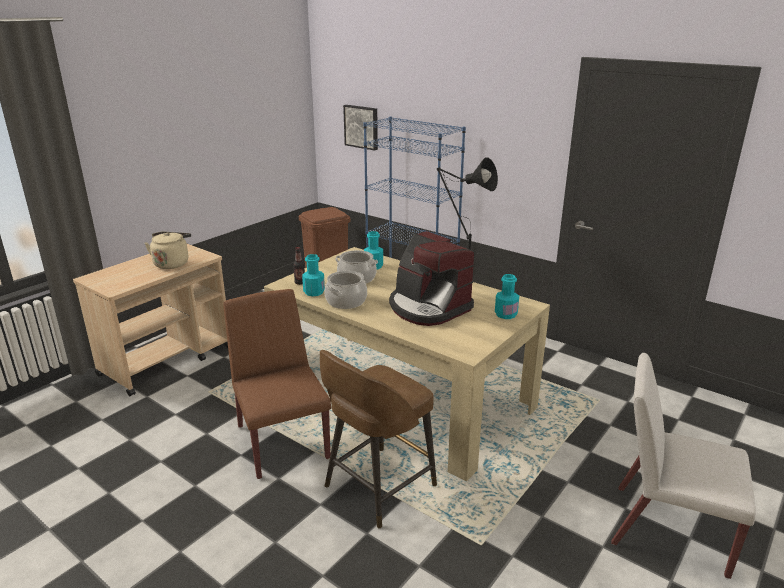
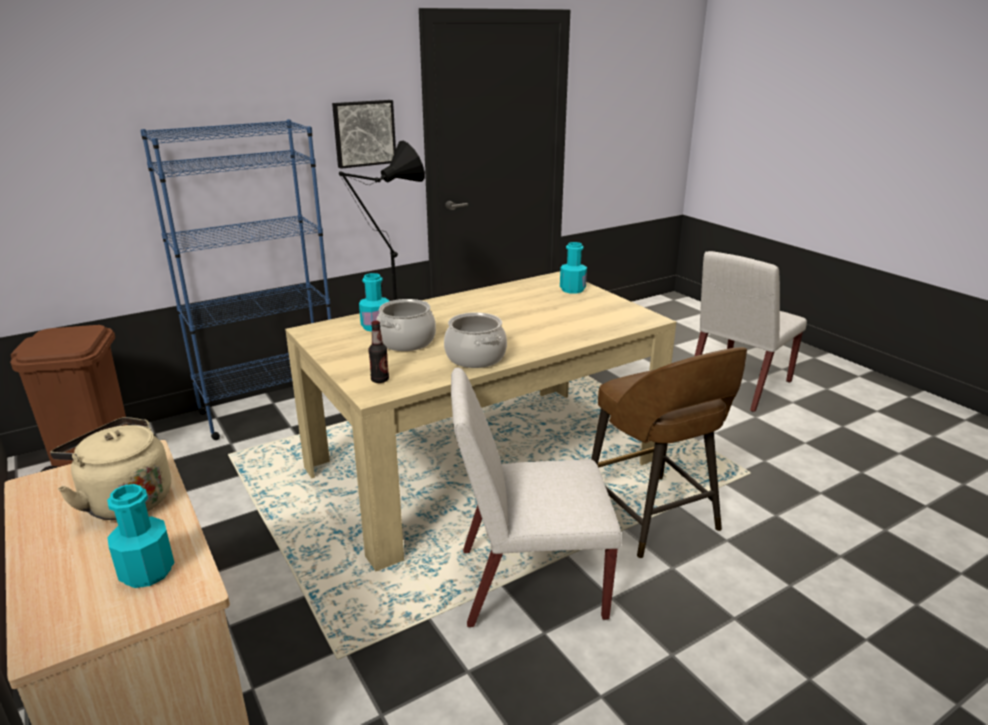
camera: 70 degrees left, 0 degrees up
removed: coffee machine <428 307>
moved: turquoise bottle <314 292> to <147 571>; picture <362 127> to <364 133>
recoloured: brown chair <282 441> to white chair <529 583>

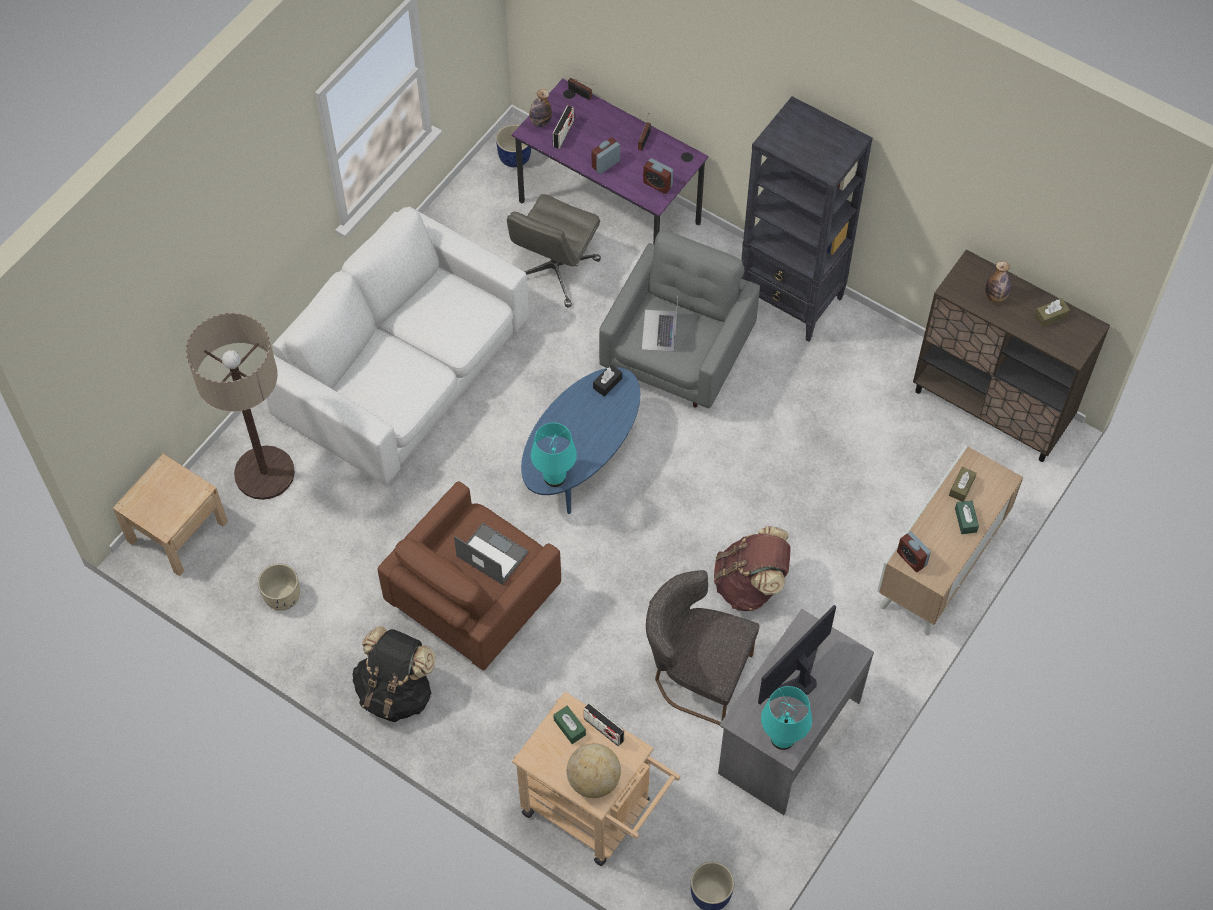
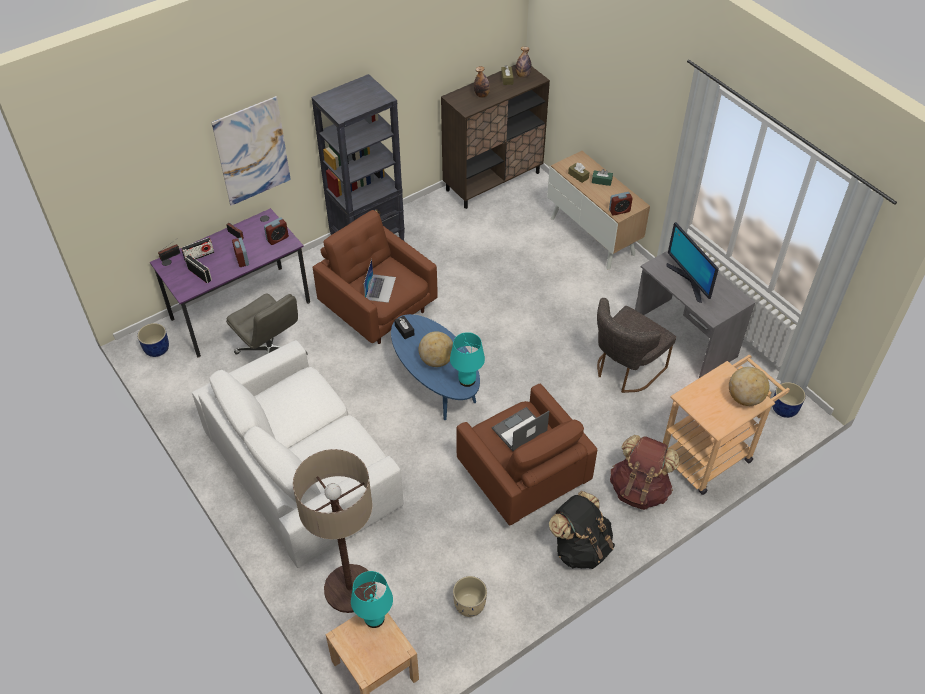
camera: 70 degrees left, 10 degrees down
removed: green tissue box <569 727>
added: picture <252 151>; globe <436 360>
moved: bottle <540 122> to <523 75>; radio <604 729> to <199 256>; brown backpack <750 585> to <639 489>; turquoise table lamp <782 738> to <374 619>
recoloured: grey armchair <679 354> to brown armchair <378 308>
turned: laptop <659 331> = <380 288> 105 degrees counterclockwise

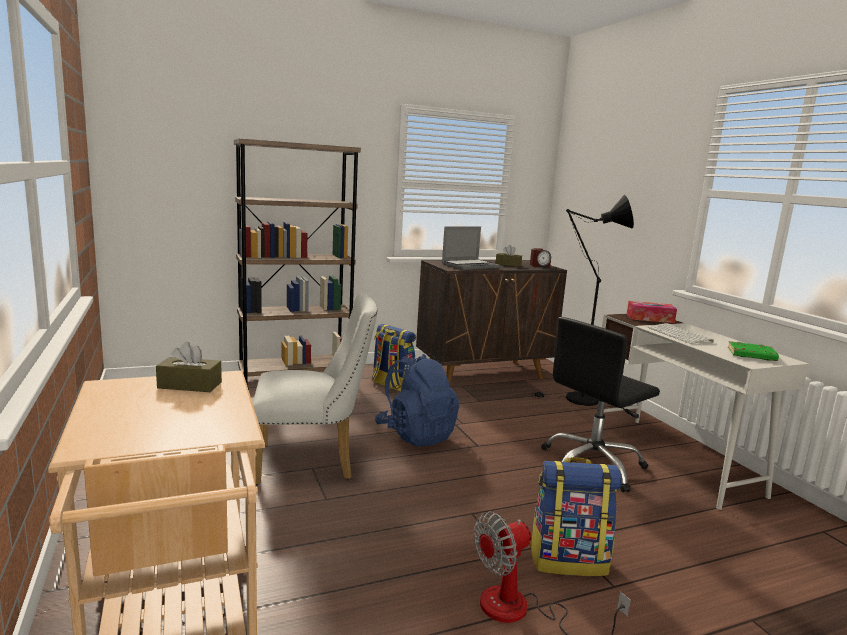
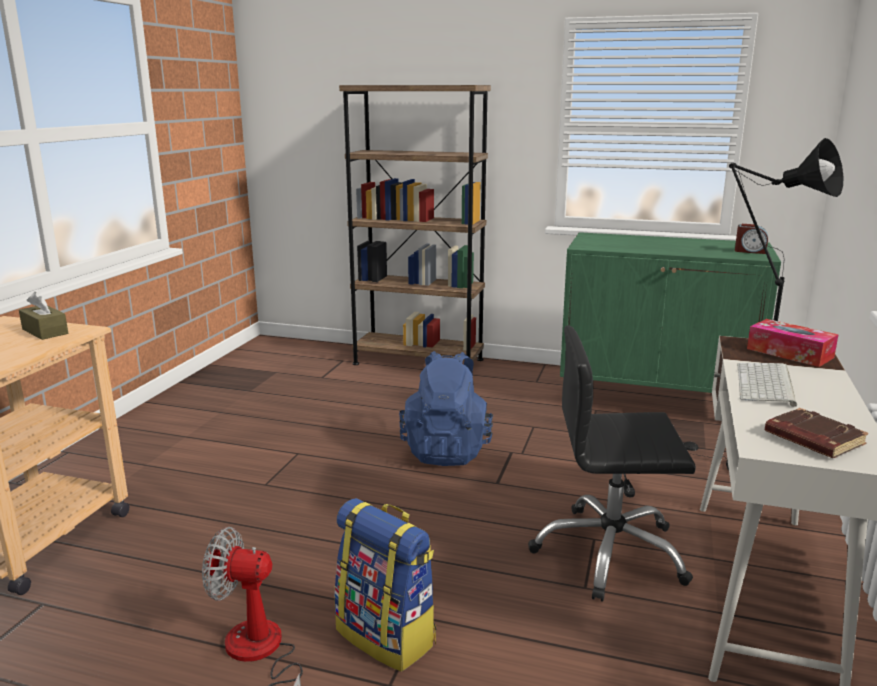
camera: 40 degrees right, 5 degrees up
removed: white chair <313 462>; backpack <392 385>; laptop <470 266>; brown tissue box <508 264>
recoloured: brown cabinet <484 373> to green cabinet <656 402>; green book <751 355> to brown book <812 439>

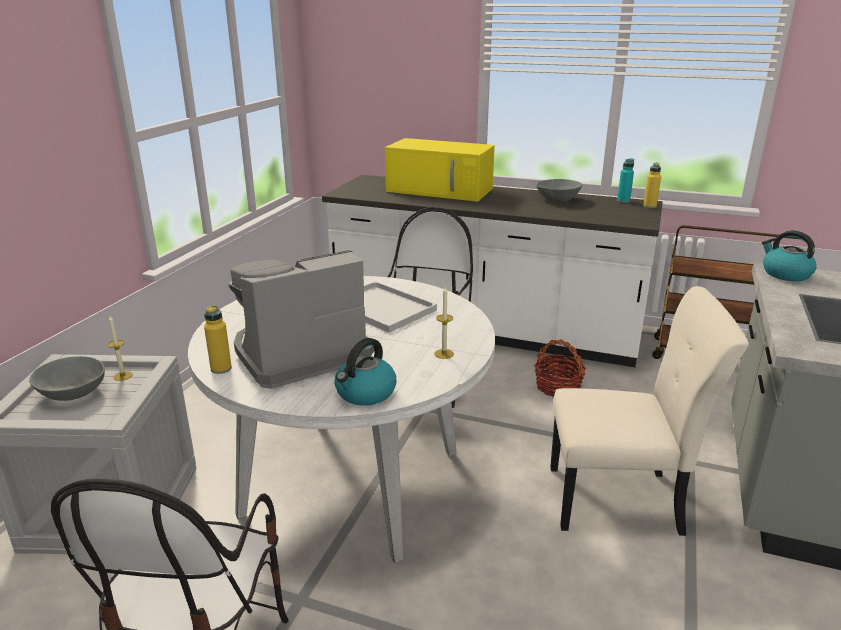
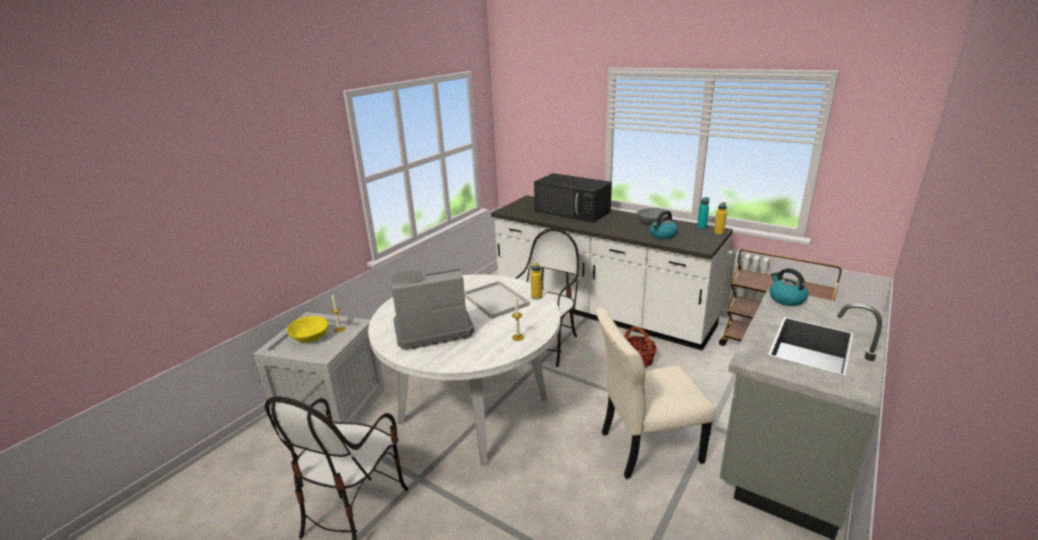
camera: 15 degrees right, 0 degrees up
moved: yellow bottle <221 369> to <536 297>; kettle <365 393> to <662 235>
recoloured: grey bowl <71 393> to yellow bowl <309 338>; yellow microwave <441 190> to black microwave <573 211>
turned: beige chair <620 501> = <646 447> 150 degrees clockwise

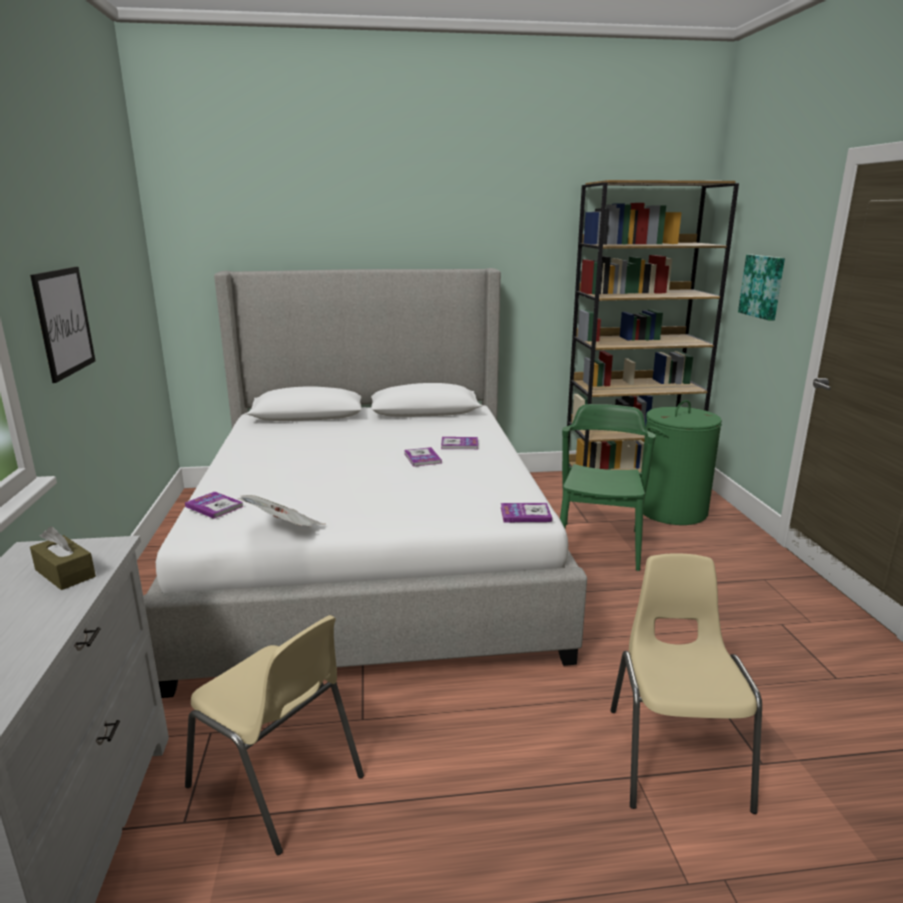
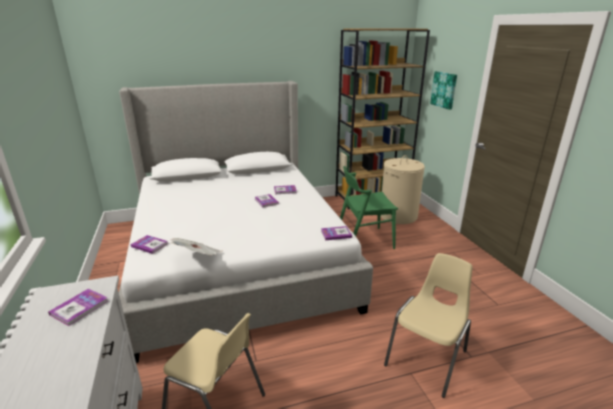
camera: 10 degrees left, 5 degrees up
removed: picture <64 322>
replaced: brown tissue box <65 573> to book <79 308>
recoloured: green laundry basket <671 510> to beige laundry basket <398 215>
turned: green chair <599 545> = <364 240> 105 degrees counterclockwise; beige chair <675 755> = <428 358> 45 degrees clockwise

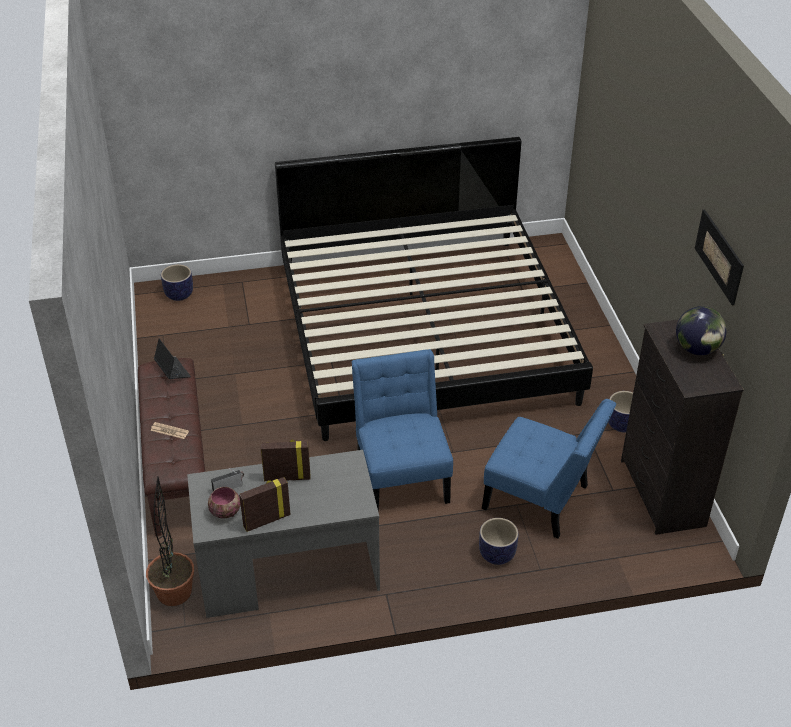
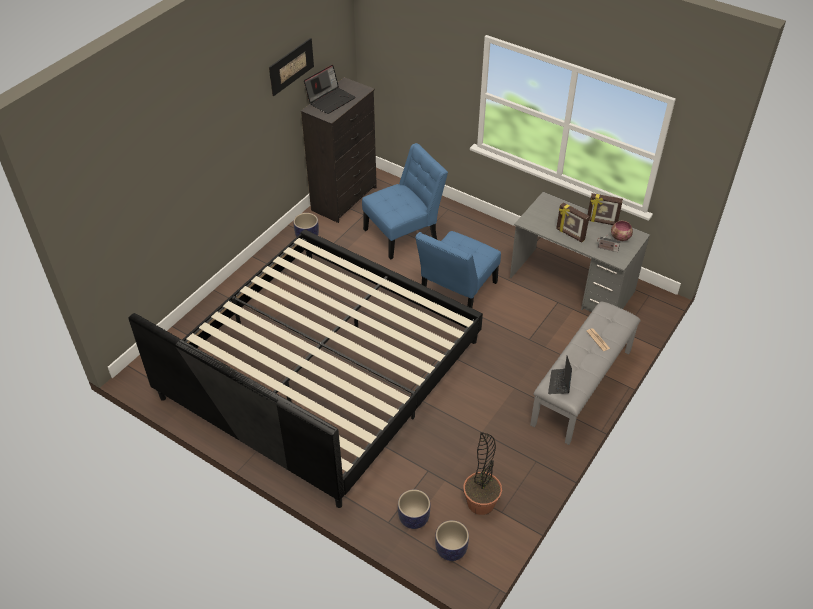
camera: 135 degrees left, 5 degrees up
moved: potted plant <174 592> to <481 503>; planter <496 554> to <414 518>
replaced: globe <697 349> to laptop <331 100>
recoloured: brown bench <176 466> to grey bench <582 387>
turned: blue chair <541 500> = <404 233> 75 degrees clockwise

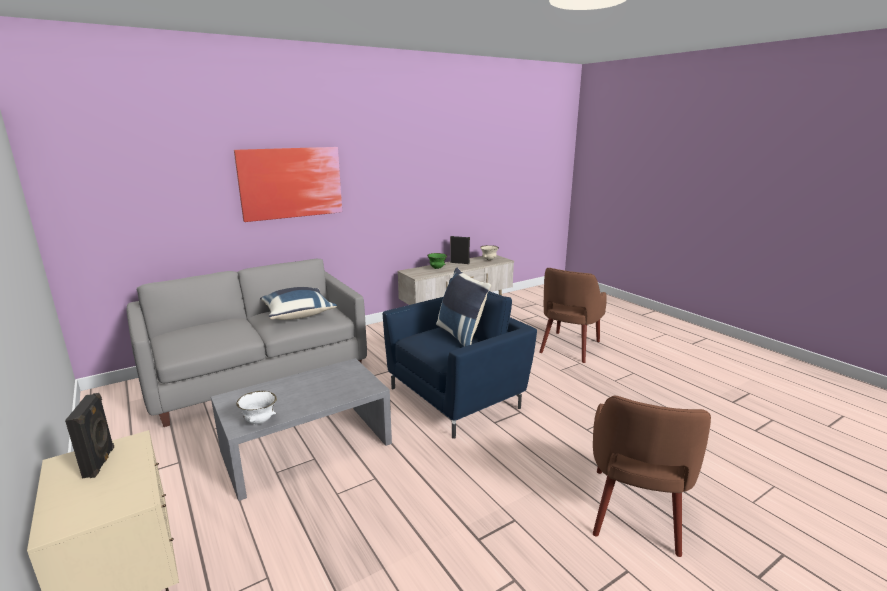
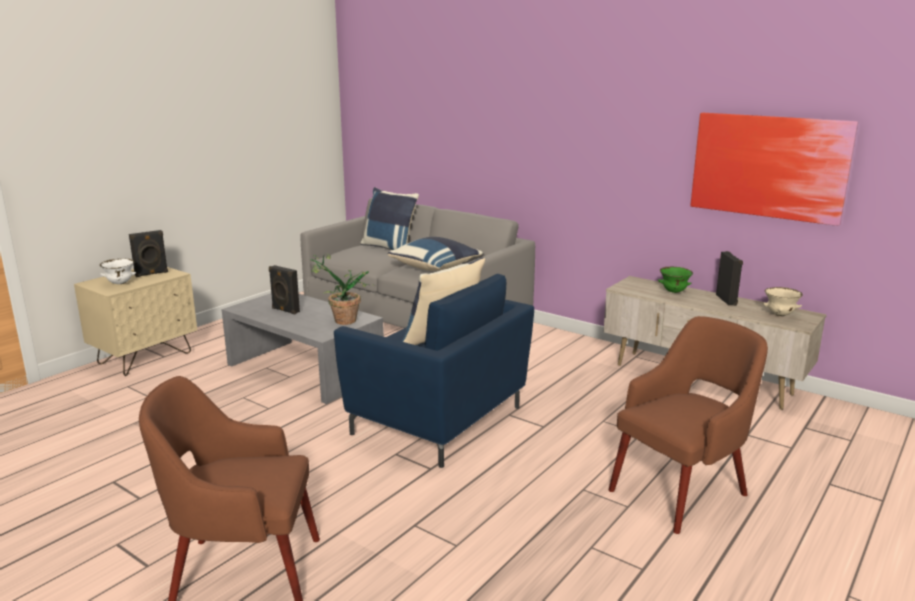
camera: 70 degrees right, 0 degrees up
added: black speaker <285 310>; potted plant <339 320>; blue pillow <390 248>
moved: picture <291 183> to <769 166>; white bowl <259 422> to <120 283>
turned: brown armchair <569 347> = <681 491> 135 degrees clockwise

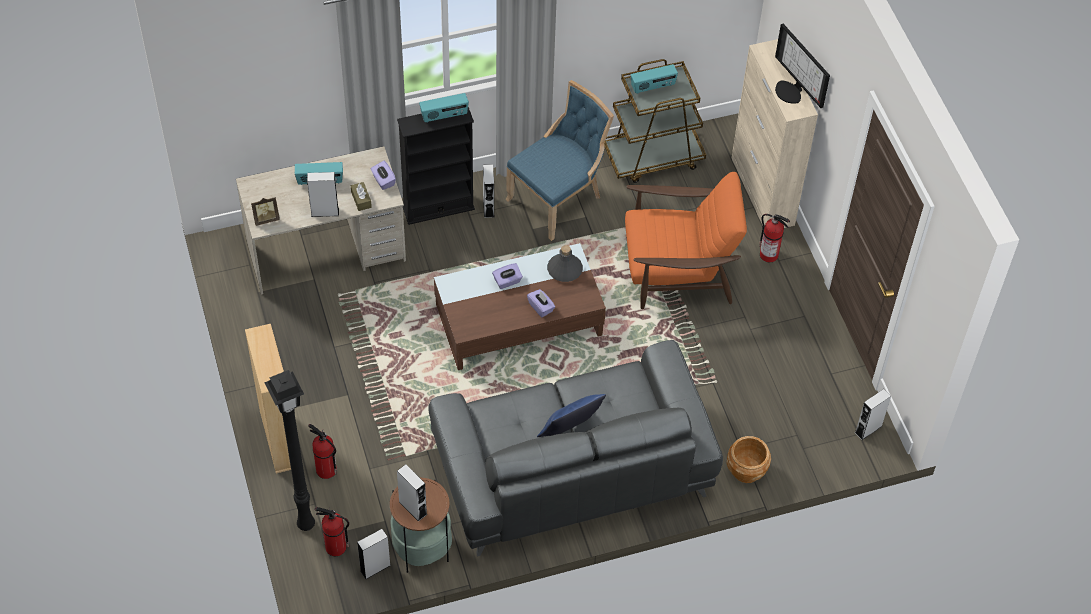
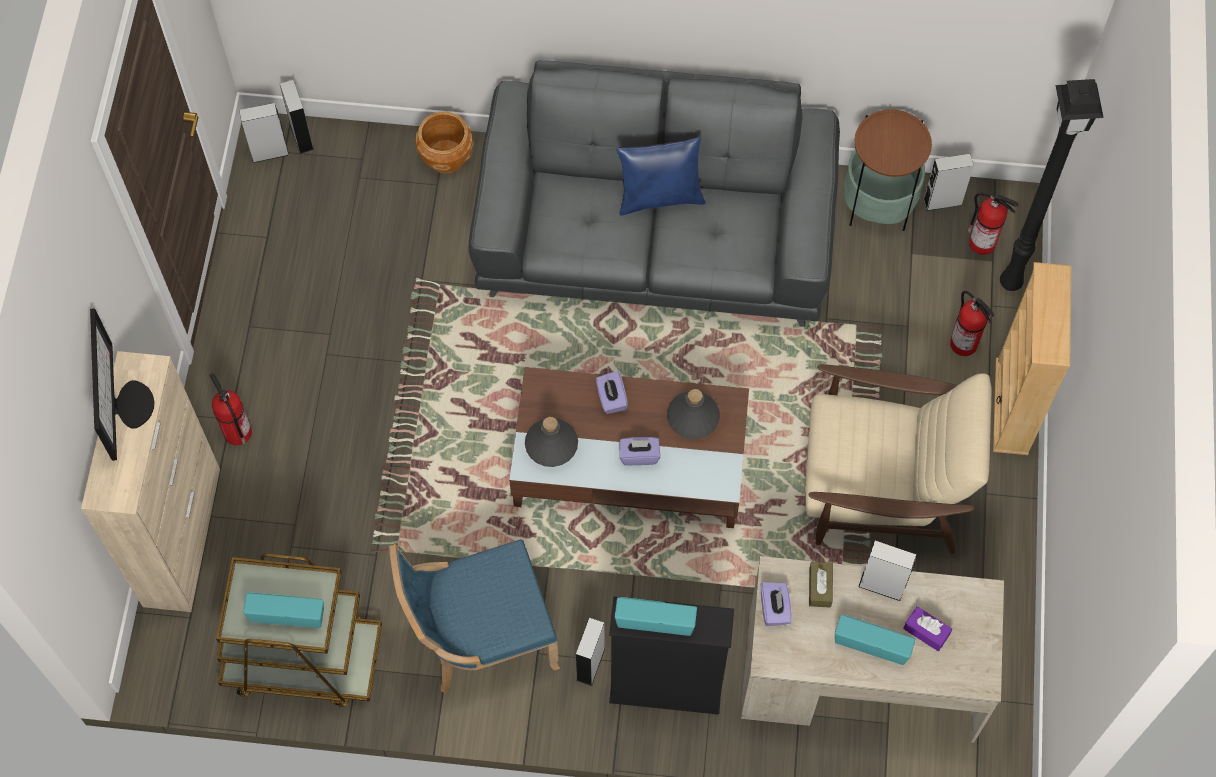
camera: 155 degrees left, 10 degrees up
removed: picture frame <266 219>; orange armchair <677 271>
added: grey bottle <693 417>; beige armchair <881 487>; purple tissue box <926 631>
moved: grey speaker <413 508> to <301 137>

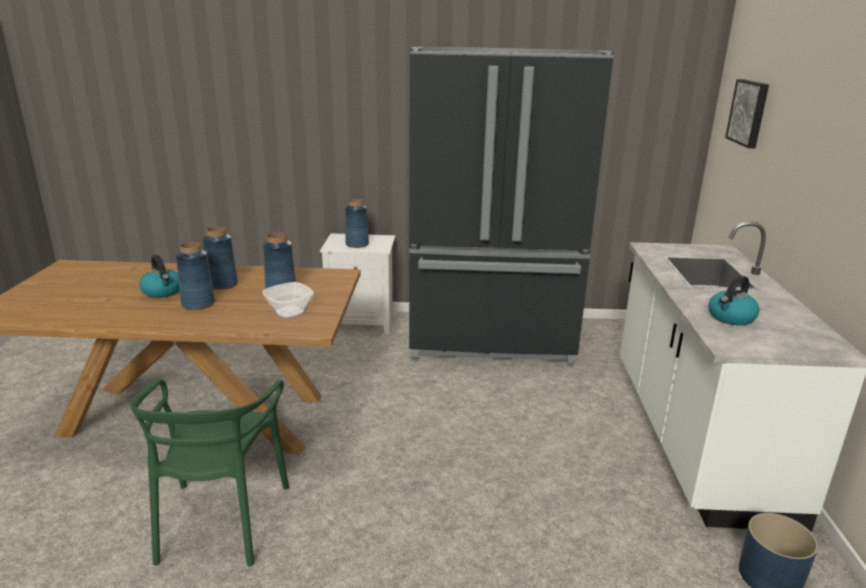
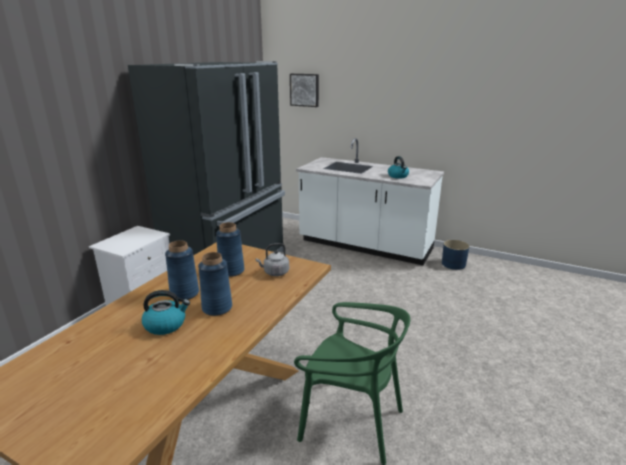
camera: 65 degrees left, 0 degrees up
removed: blue vase <357 244>
replaced: bowl <288 312> to grey kettle <275 272>

